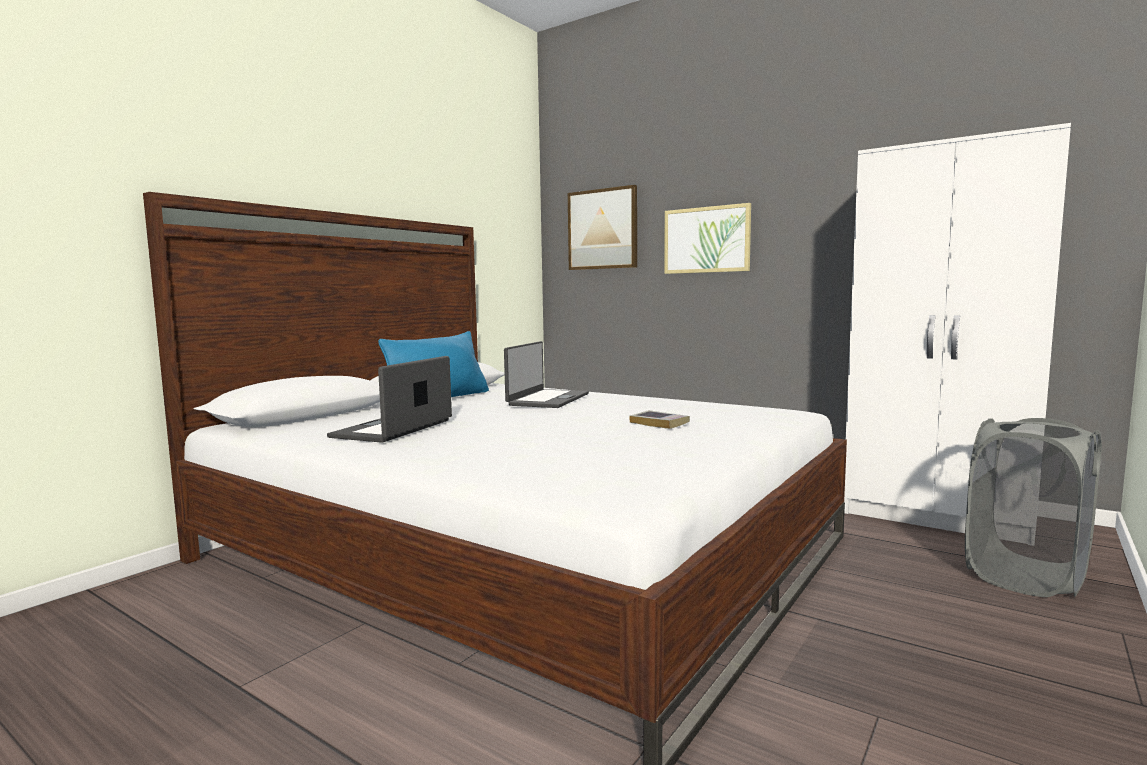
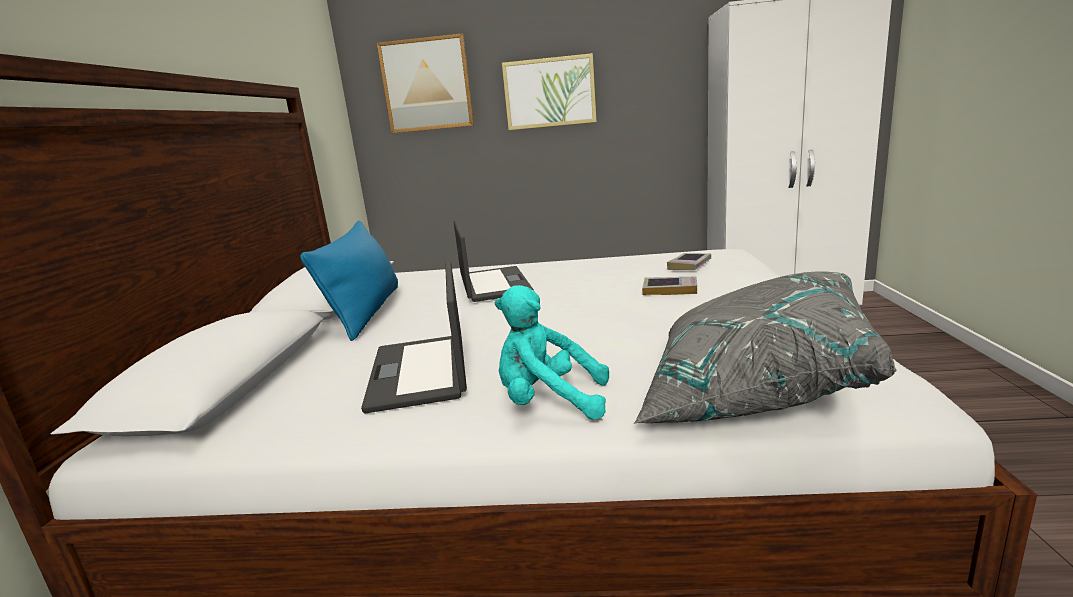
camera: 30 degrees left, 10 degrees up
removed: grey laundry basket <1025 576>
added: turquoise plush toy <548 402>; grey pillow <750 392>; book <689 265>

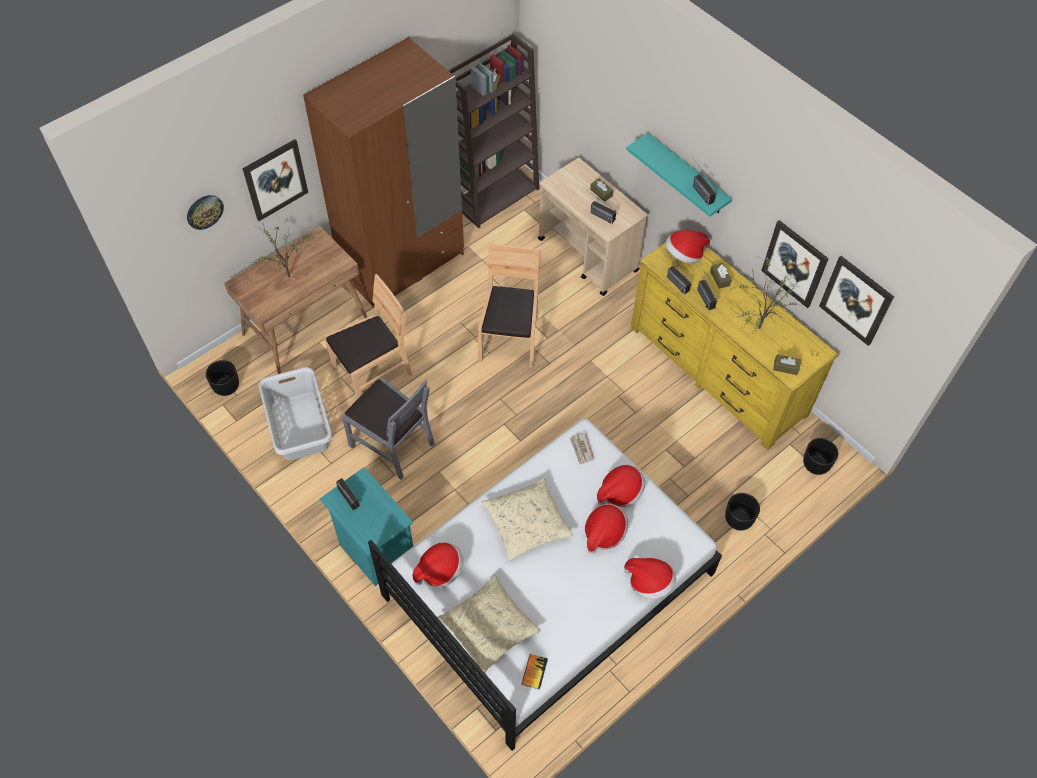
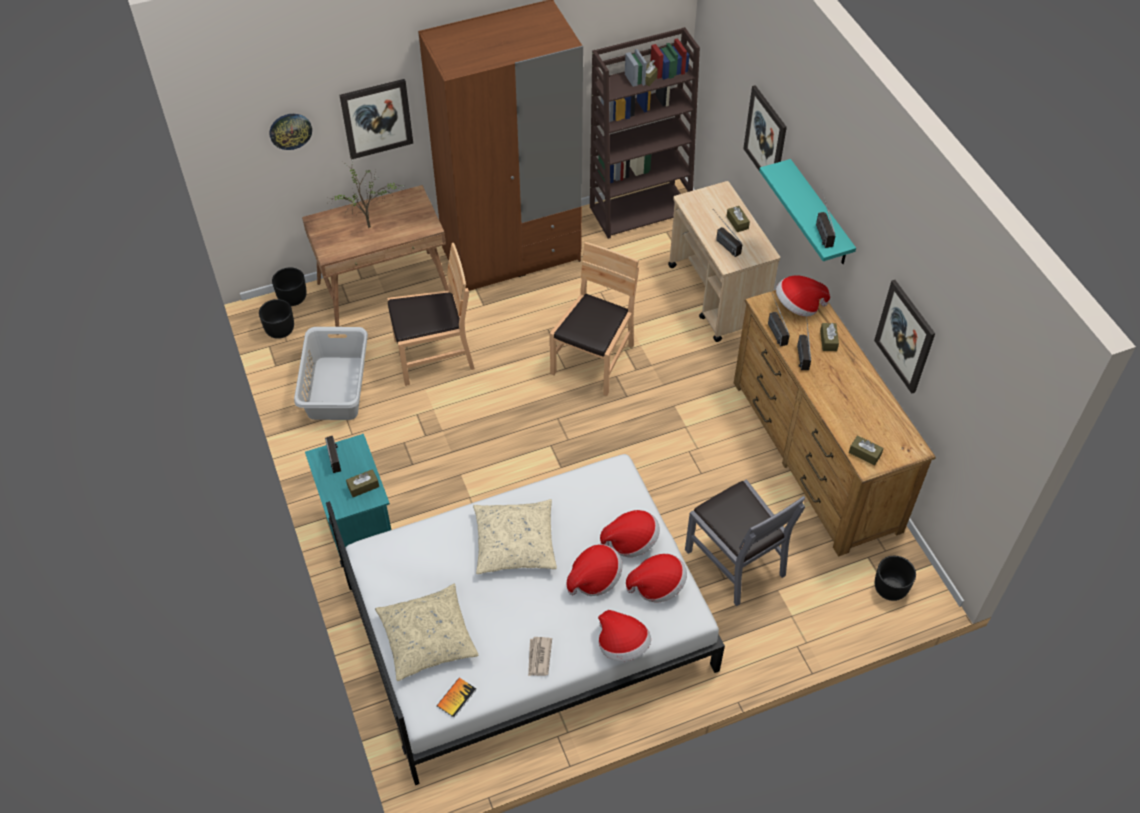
camera: 20 degrees right, 5 degrees down
removed: potted plant <757 326>
added: brown tissue box <363 486>
moved: grey chair <392 444> to <735 561>; hat <439 570> to <657 585>; newspaper <581 449> to <539 657>; black planter <738 519> to <293 297>; picture <856 300> to <765 137>
recoloured: yellow dresser <717 370> to brown dresser <815 455>

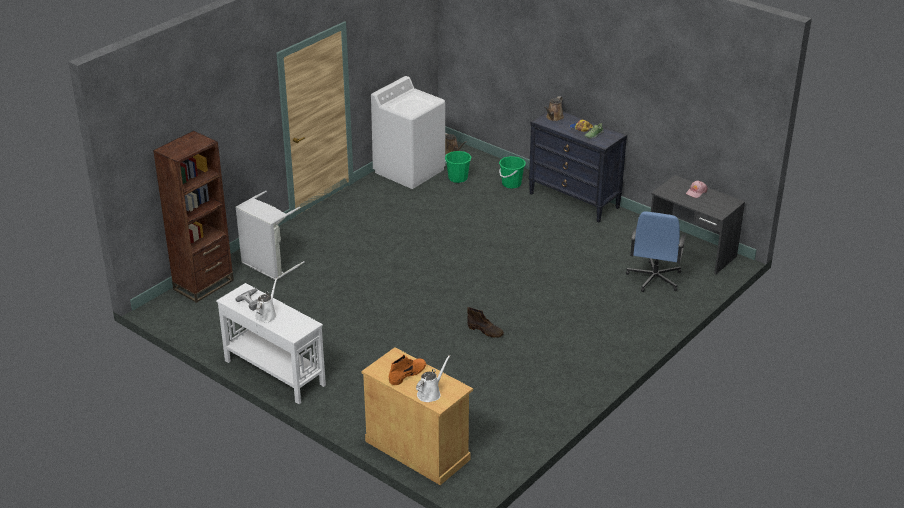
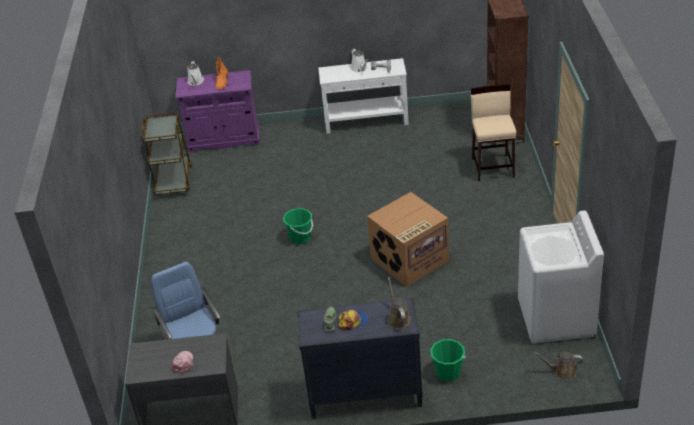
camera: 140 degrees right, 5 degrees up
removed: brown boot <485 331>
added: brown cart <173 180>; cardboard box <409 260>
moved: green bucket <458 178> to <300 238>
replaced: grey laundry basket <268 266> to beige stool <493 167>
recoloured: beige cabinet <417 450> to purple cabinet <224 139>

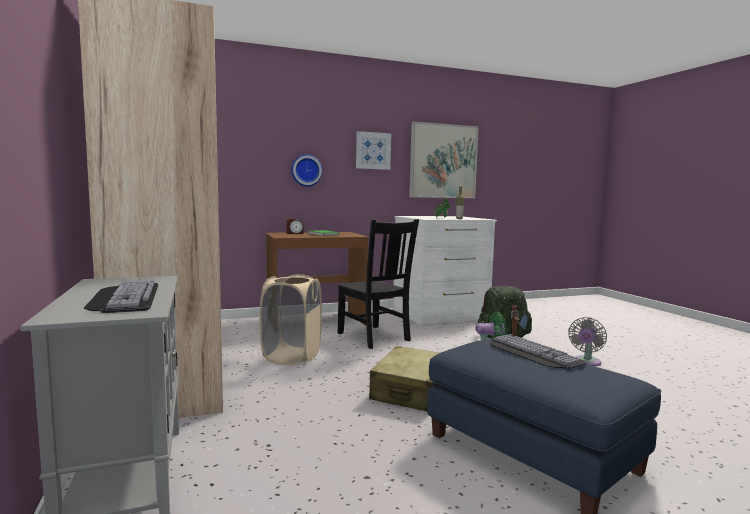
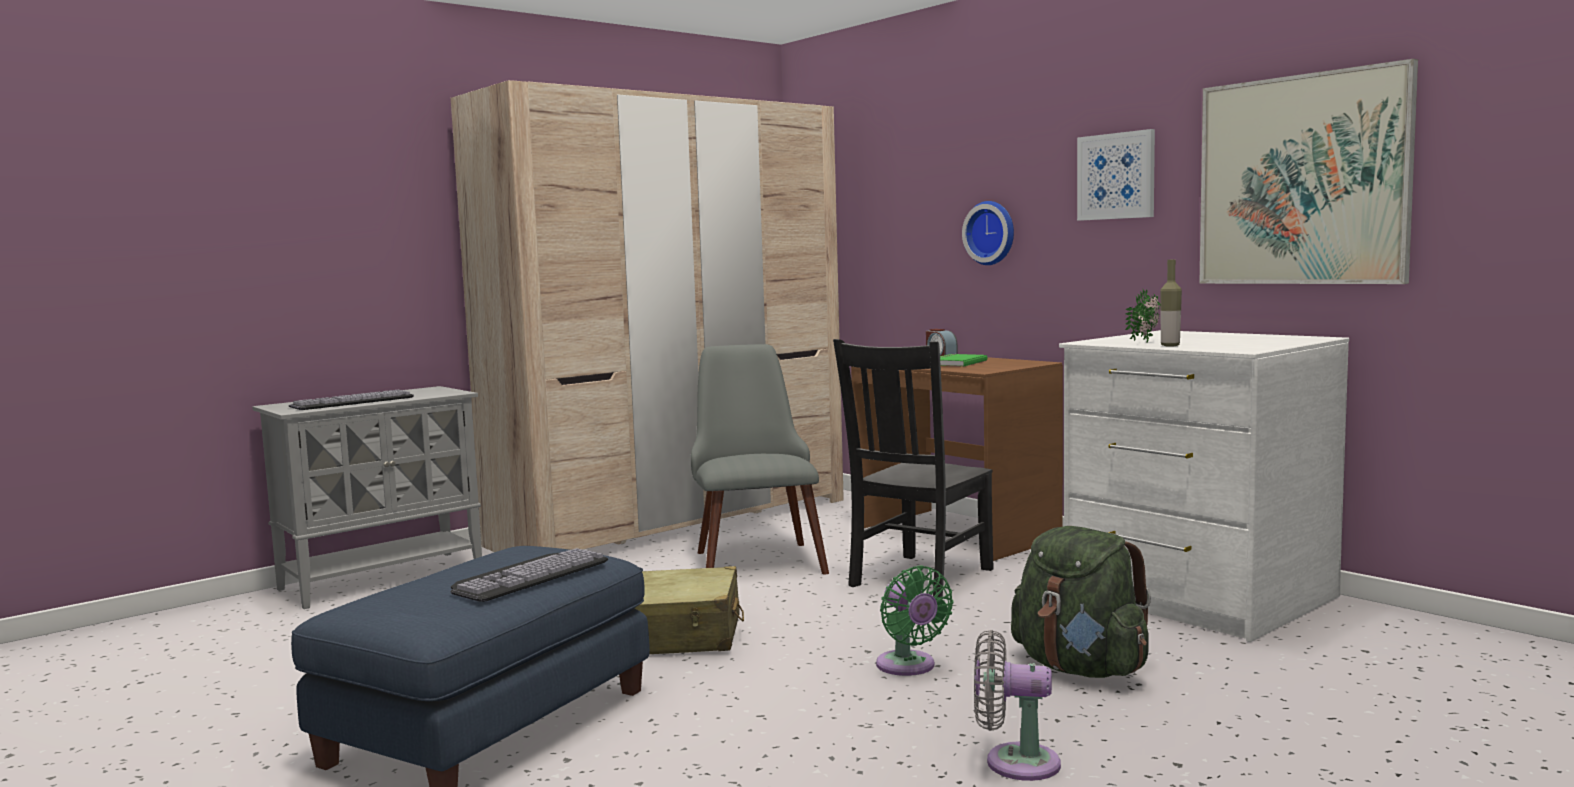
camera: 70 degrees right, 0 degrees up
replaced: beige laundry basket <292 356> to grey chair <755 557>

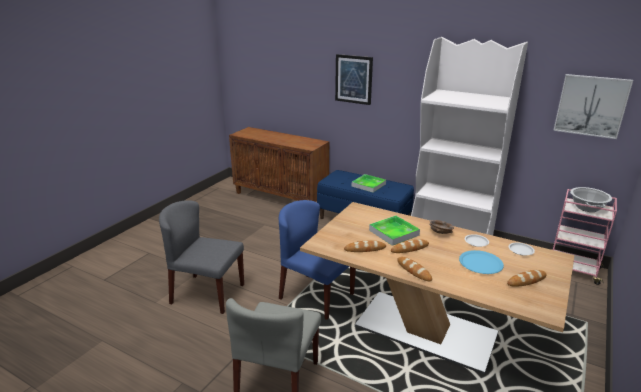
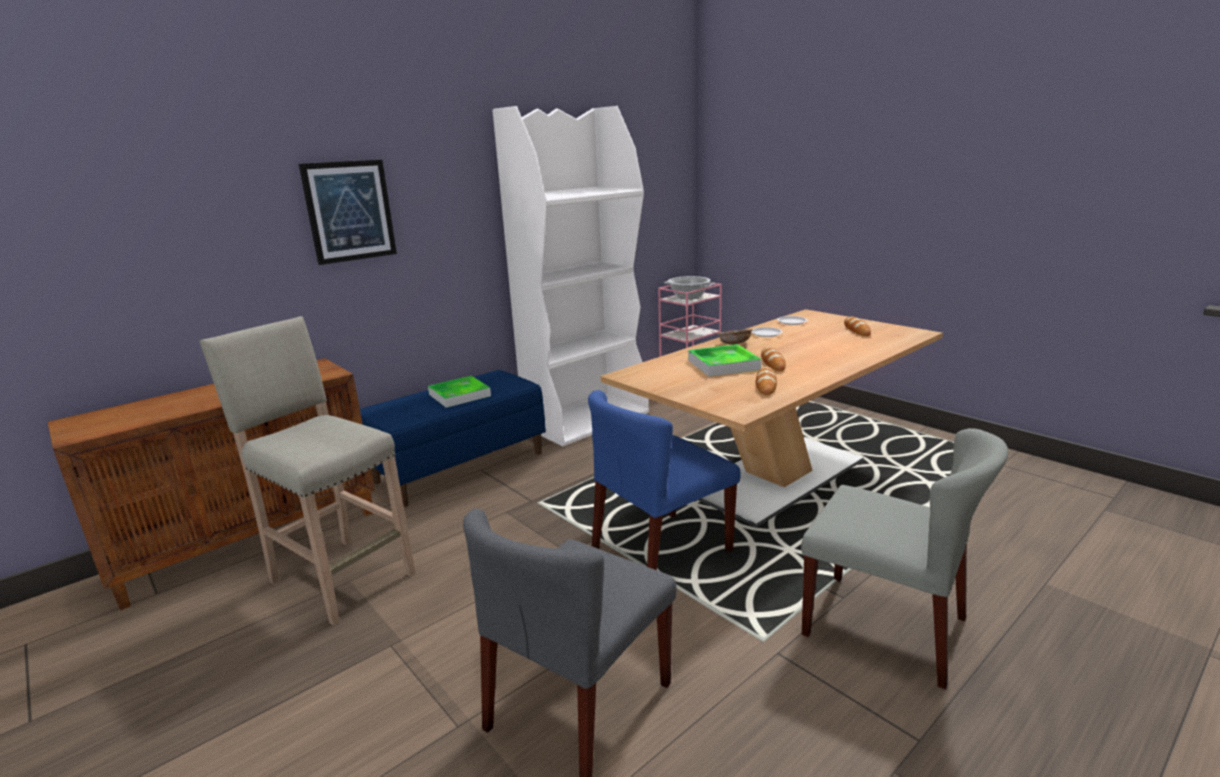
camera: 70 degrees left, 5 degrees down
removed: bread <414 271>; blue plate <480 263>; picture <591 106>
added: beige stool <340 577>

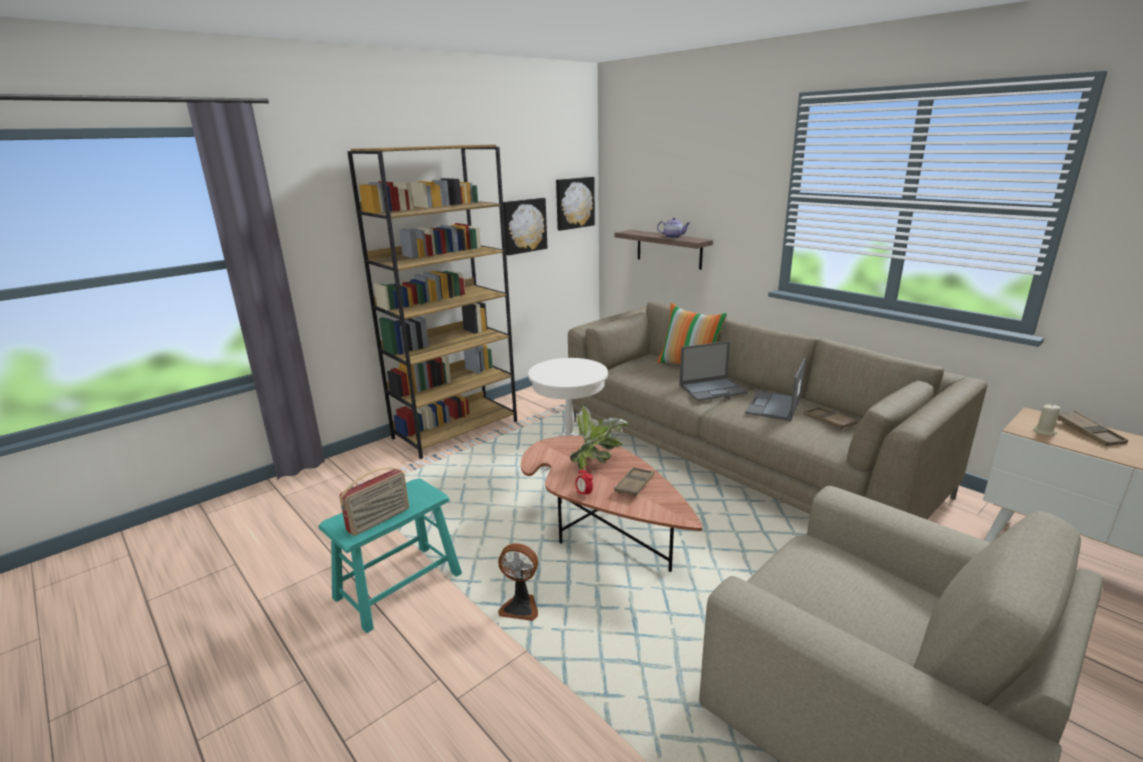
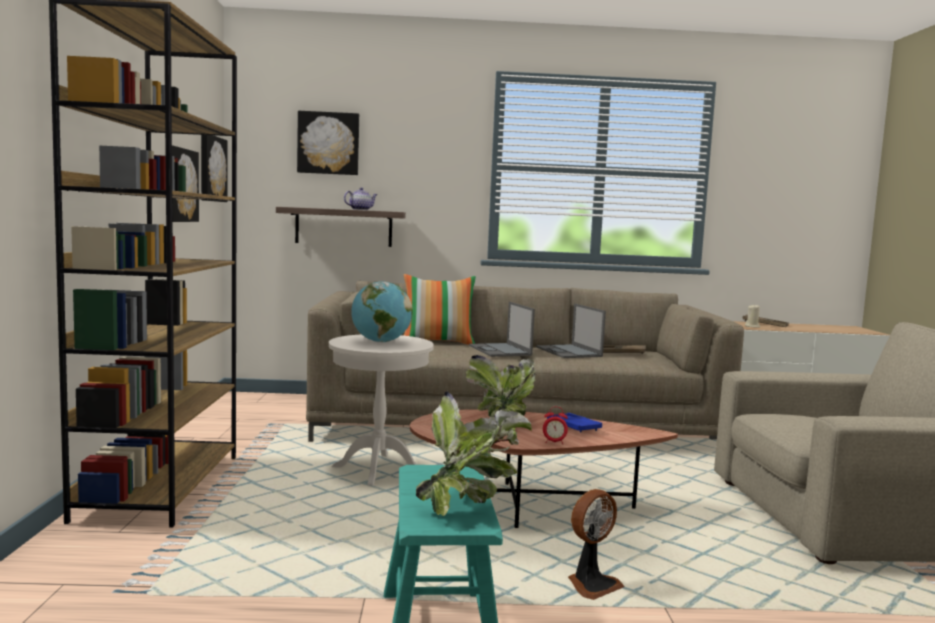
camera: 50 degrees left, 15 degrees down
added: picture <328 143>; globe <380 342>
replaced: radio <379 520> to potted plant <468 503>
recoloured: brown tray <634 485> to blue tray <573 426>
turned: laptop <713 389> = <500 350> 135 degrees clockwise

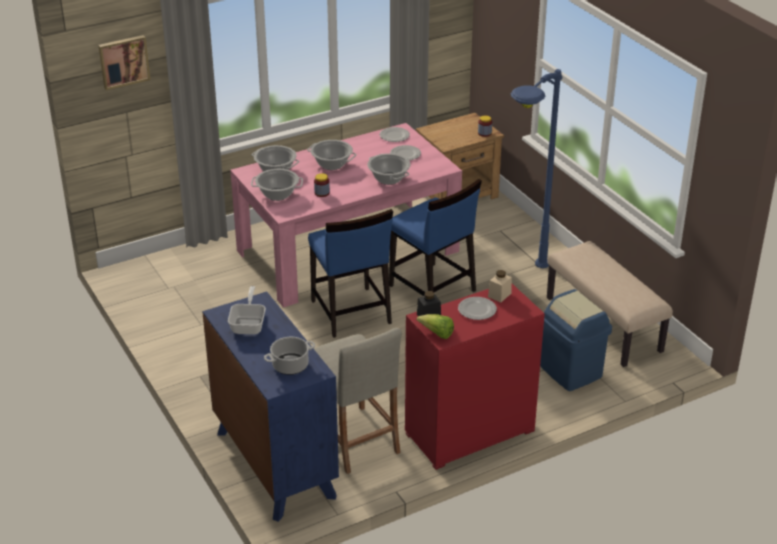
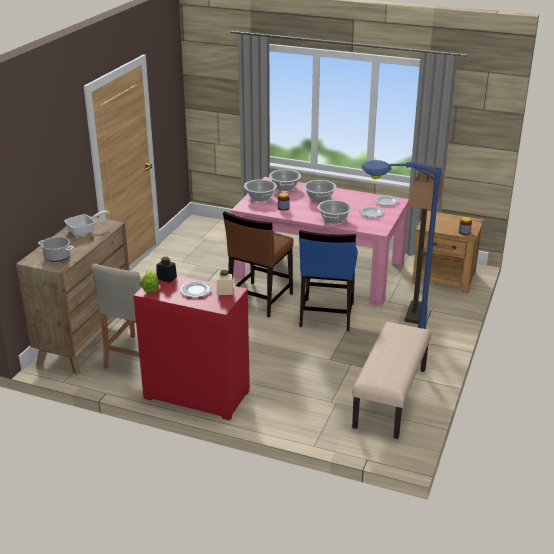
camera: 50 degrees right, 5 degrees down
removed: picture <123 61>; blue trash can <571 371>
added: floor lamp <414 313>
recoloured: blue dresser <274 464> to brown dresser <86 340>; blue chair <350 312> to brown chair <259 299>

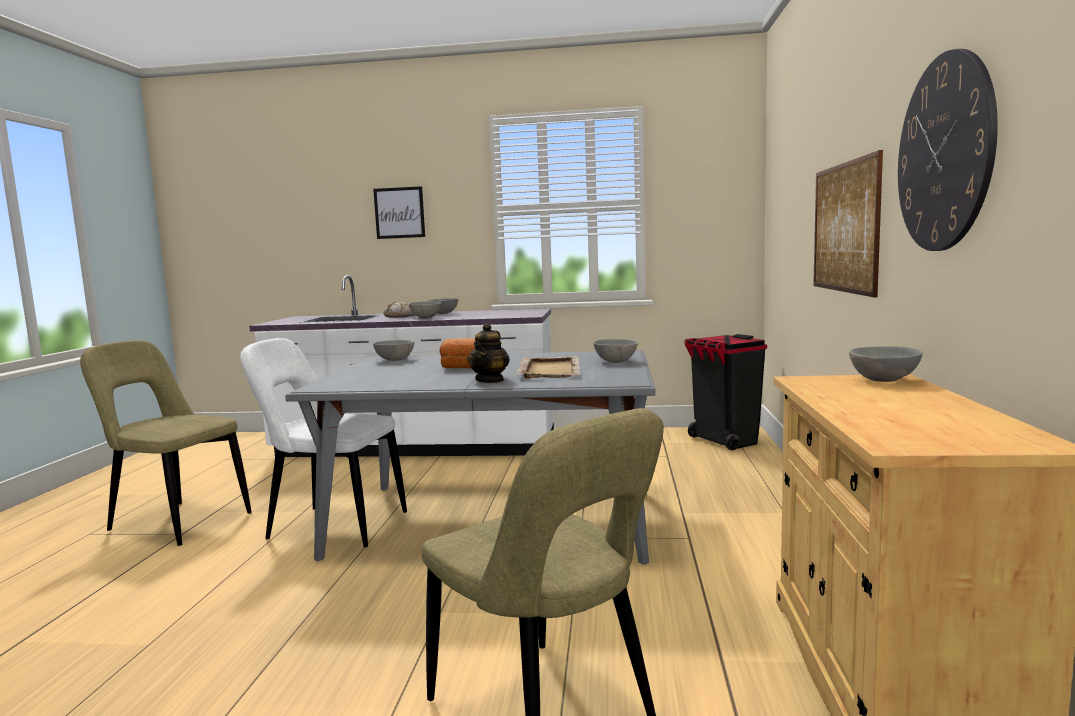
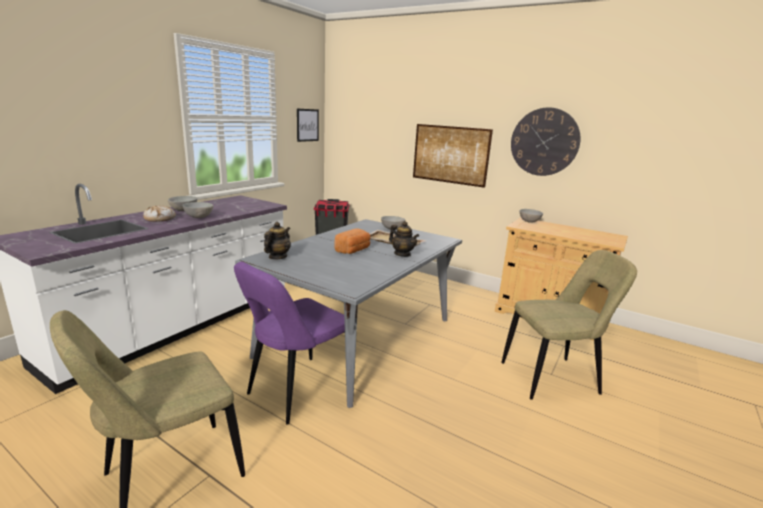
camera: 65 degrees left, 10 degrees up
moved: picture <399 213> to <307 125>
replaced: grey bowl <394 360> to teapot <277 257>
recoloured: white chair <332 526> to purple chair <296 391>

